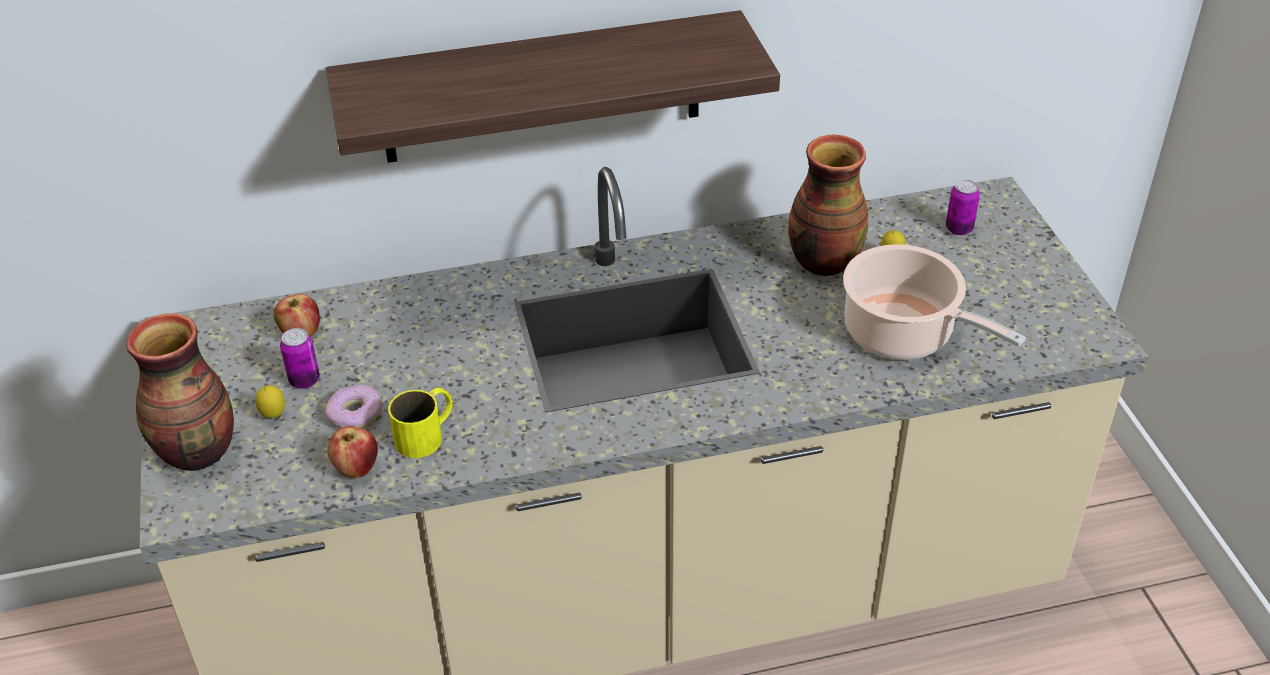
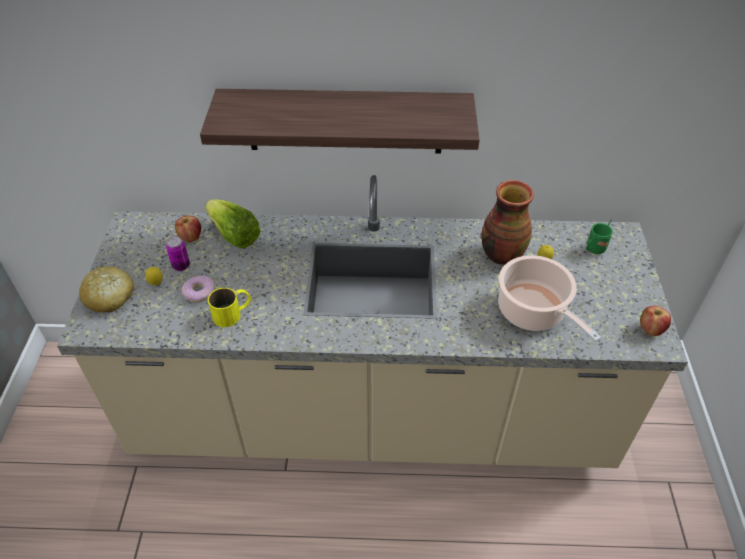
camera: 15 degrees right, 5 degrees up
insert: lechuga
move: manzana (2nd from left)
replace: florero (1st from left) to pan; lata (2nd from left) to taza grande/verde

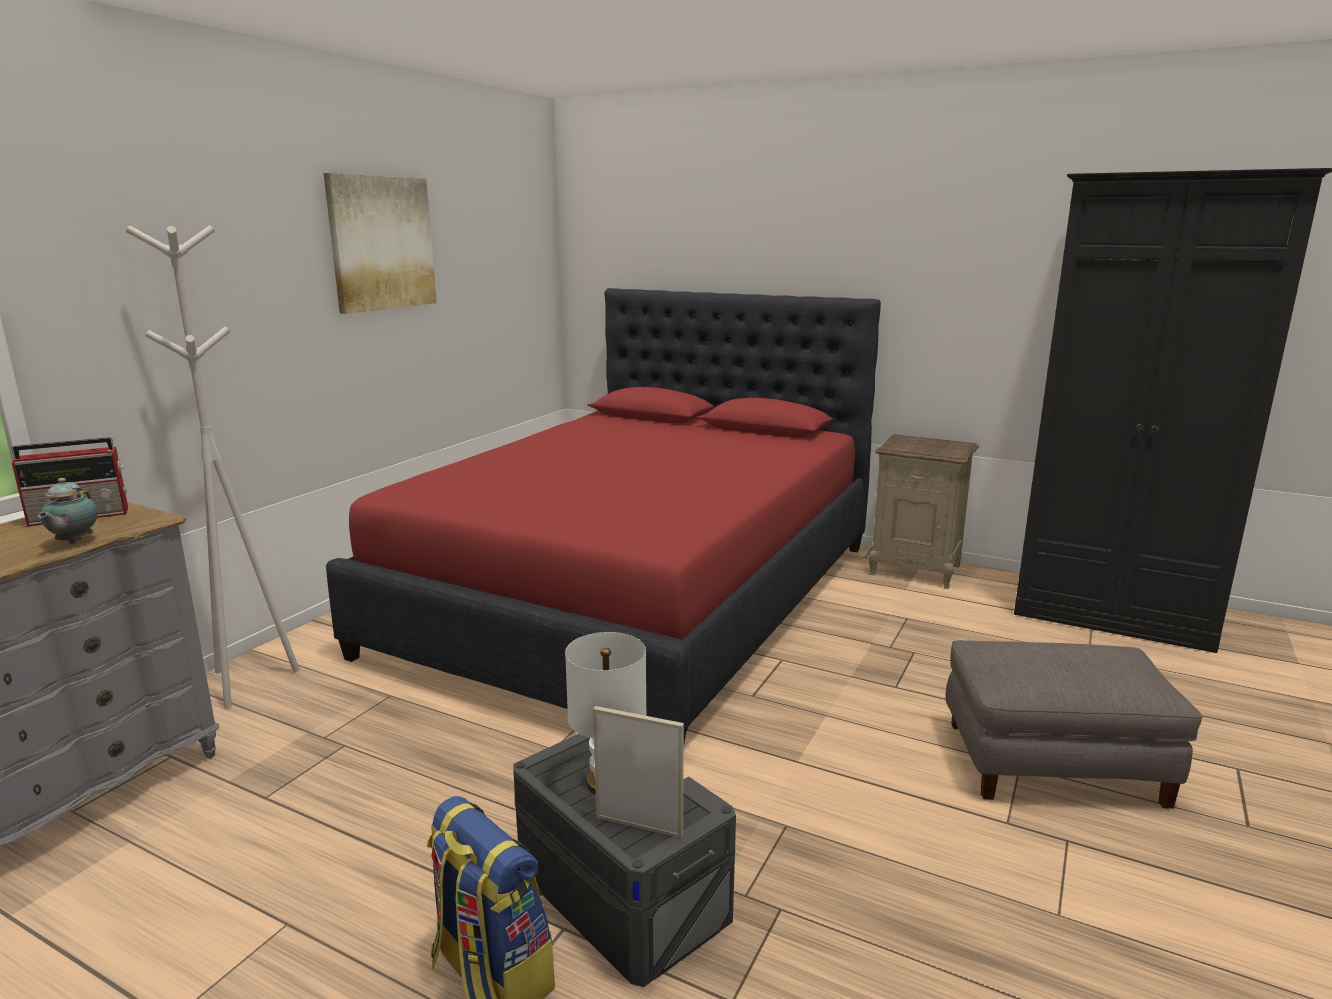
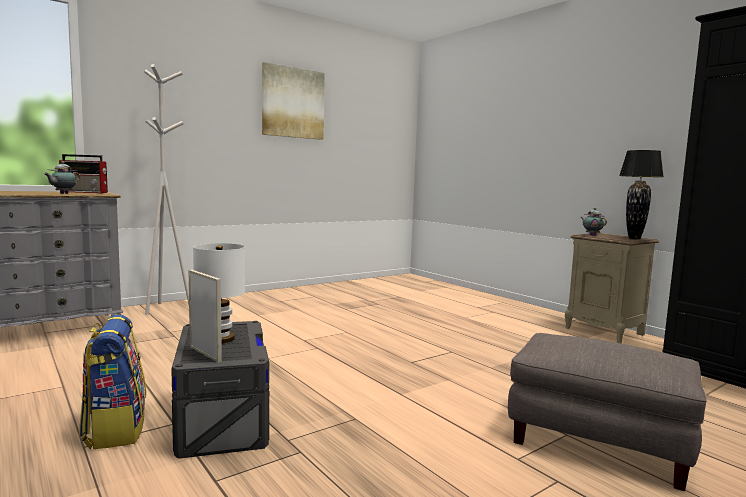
camera: 25 degrees right, 10 degrees down
delete: cama/rojo
insert: tetera (2nd from left); lámpara de mesa/negro

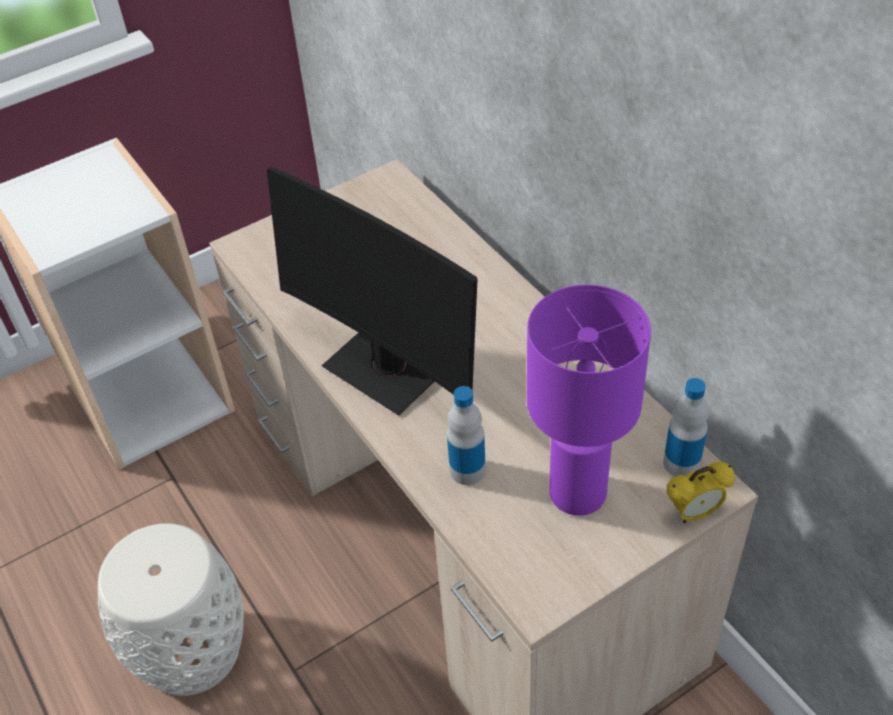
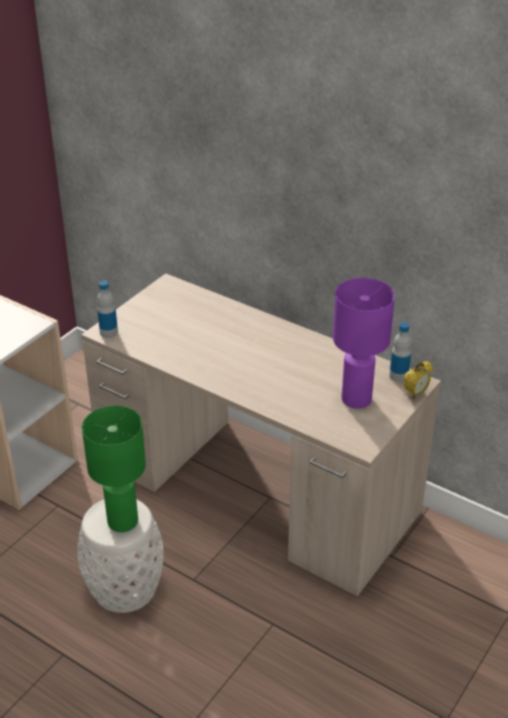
camera: 25 degrees left, 10 degrees down
delete: monitor
insert: lámpara de mesa/verde
move: botella (1st from left)

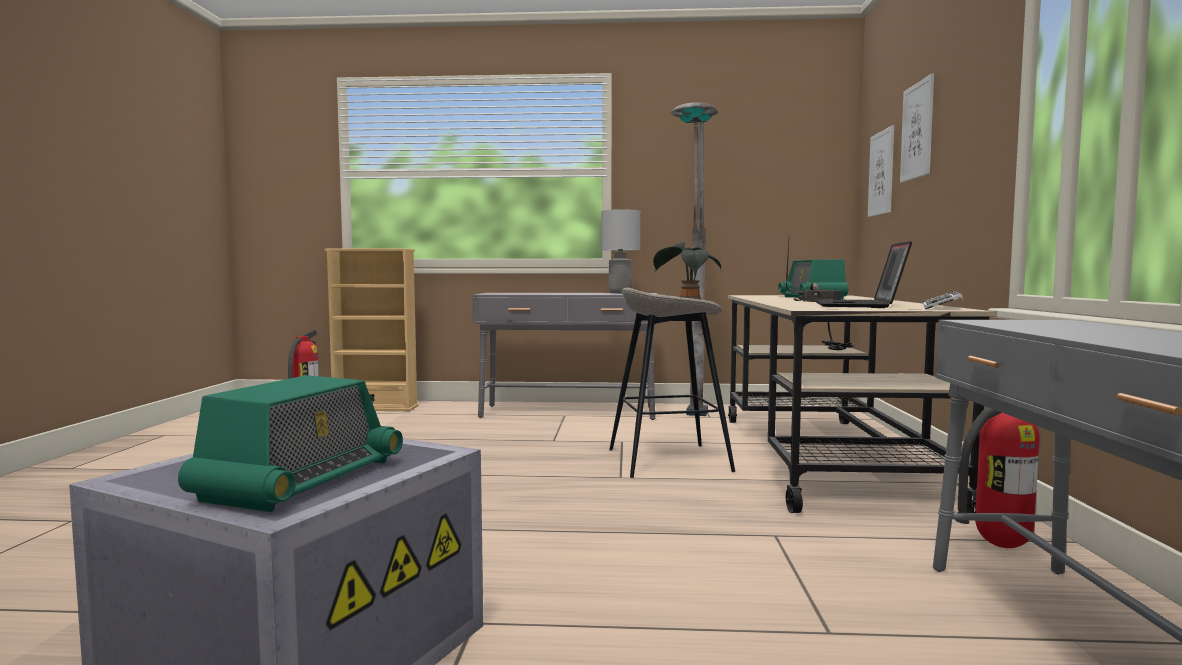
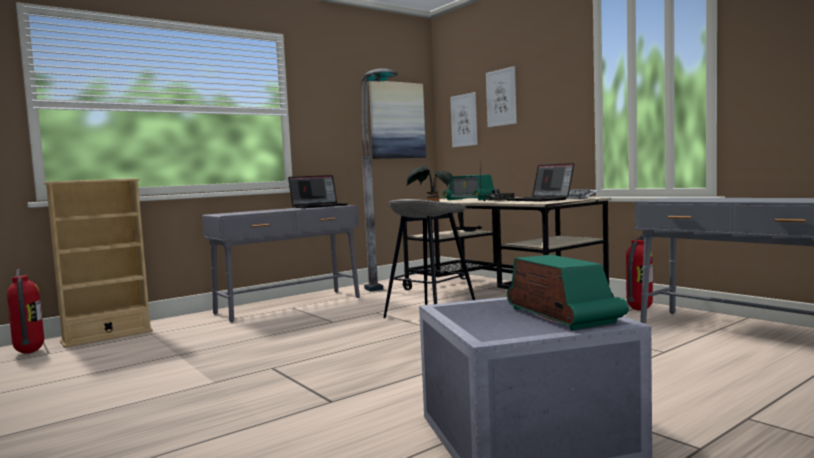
camera: 40 degrees left, 0 degrees up
insert: cuadro (1st from left)
replace: lámpara de mesa/gris to portátil (1st from left)

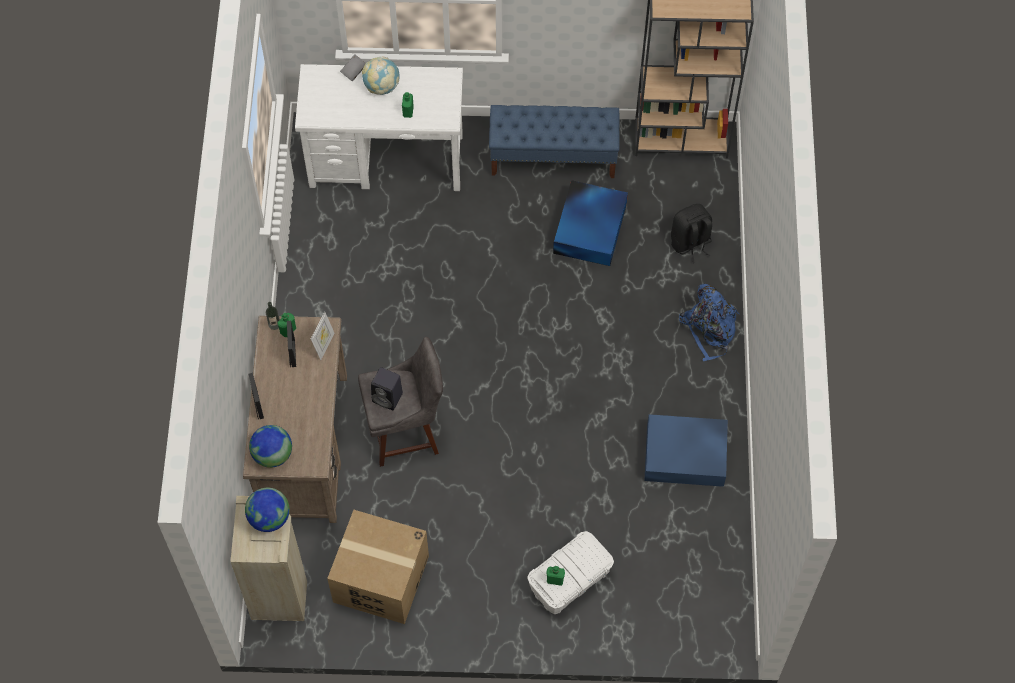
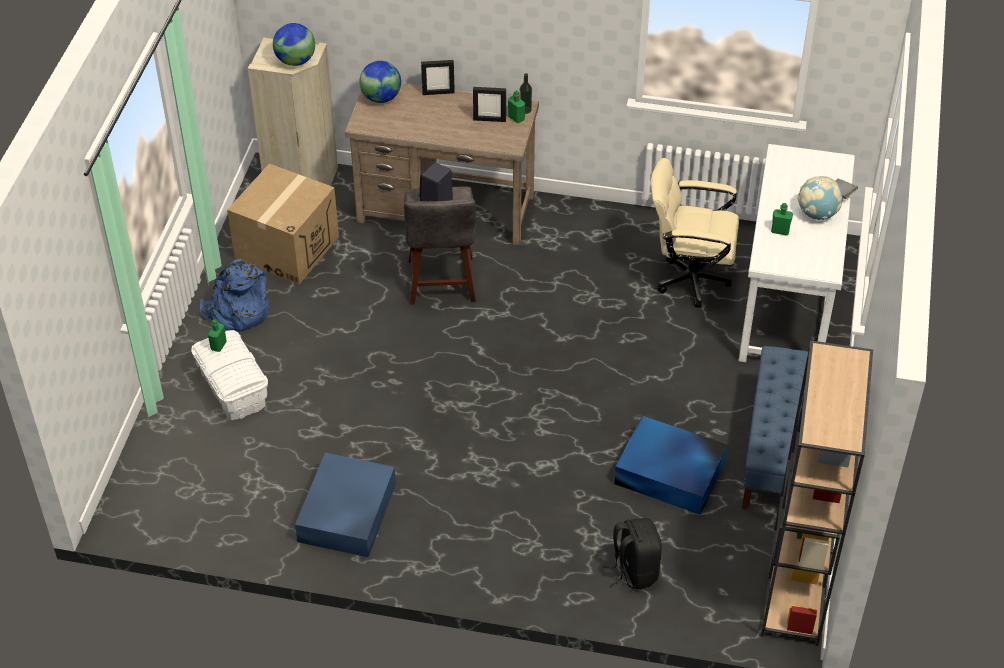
camera: 100 degrees right, 15 degrees down
delete: portarretratos (3rd from left)
insert: silla de oficina/beis
move: mochila/azul

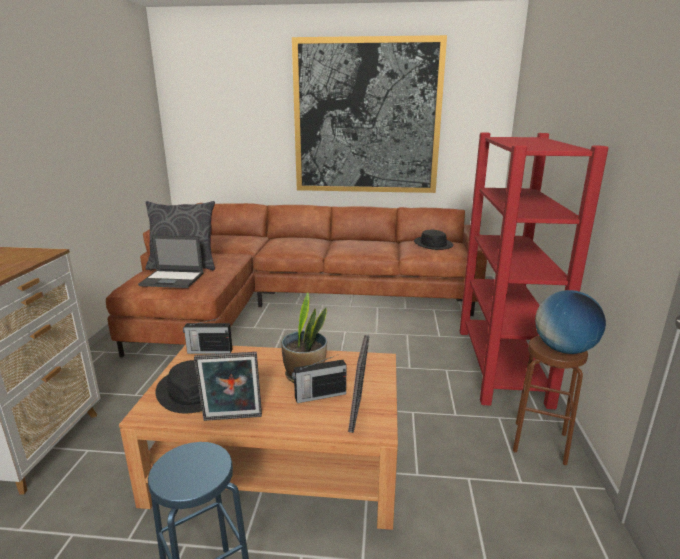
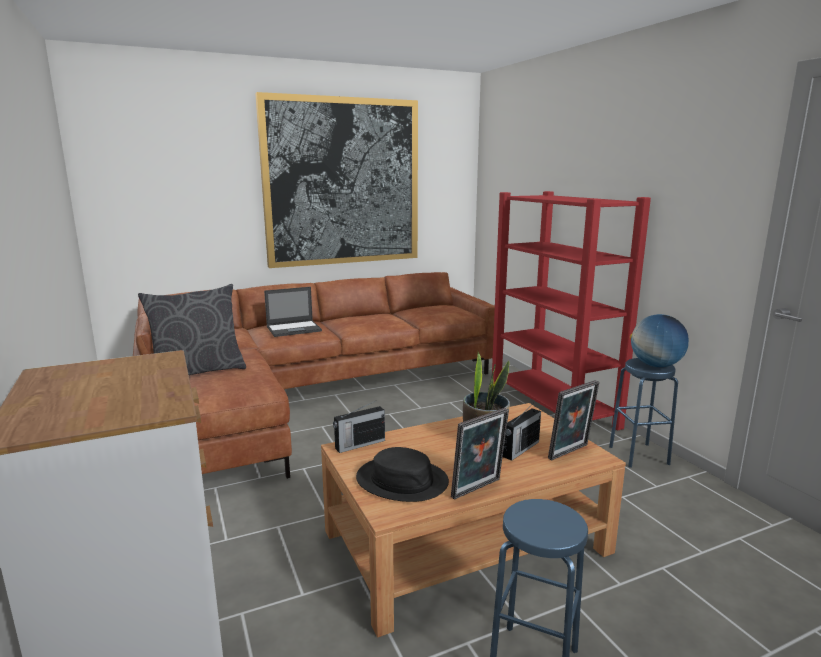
camera: 30 degrees left, 5 degrees down
delete: sombrero/negro (2nd from left)
move: portátil
recolor: taburete/marrón to taburete/azul (2nd from left)
rotate: portarretratos (2nd from left) 75 degrees clockwise

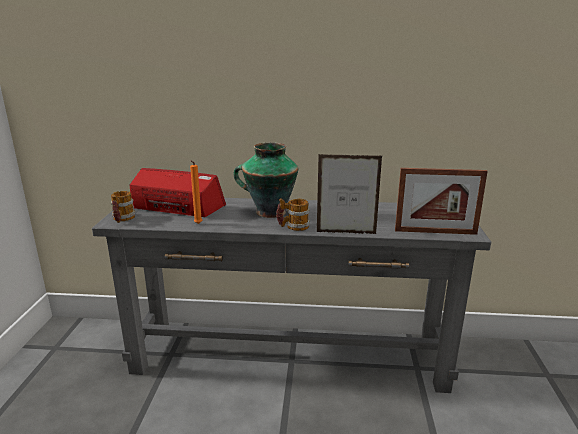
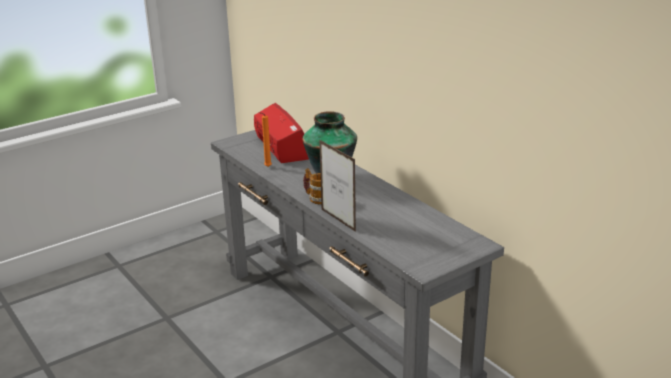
camera: 50 degrees right, 5 degrees up
delete: taza grande (1st from left); portarretratos (2nd from left)

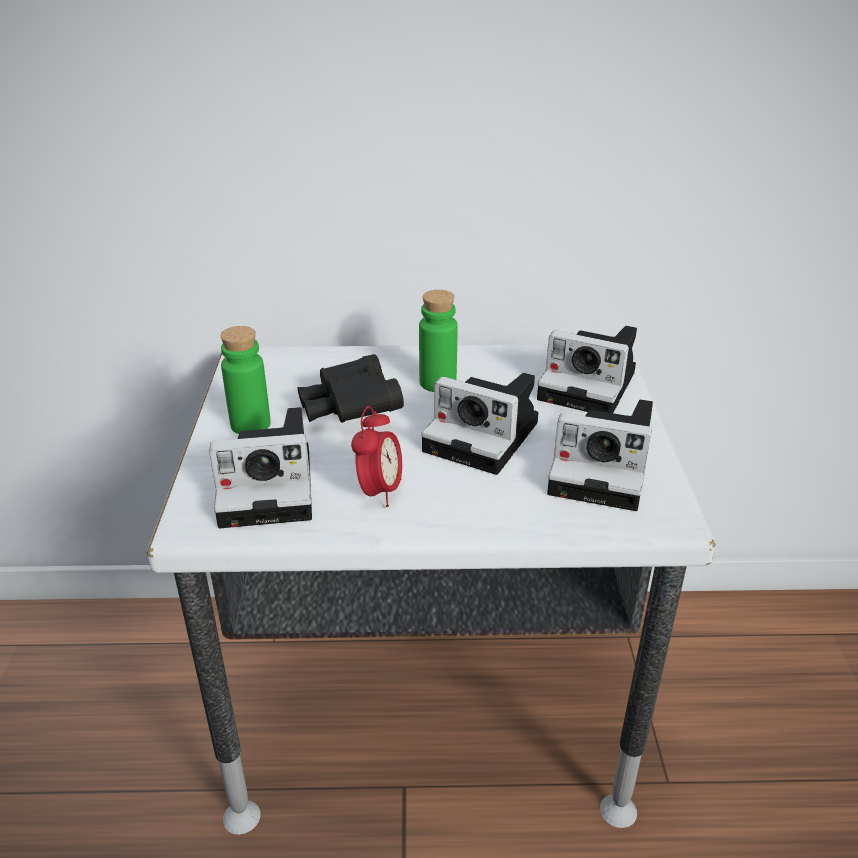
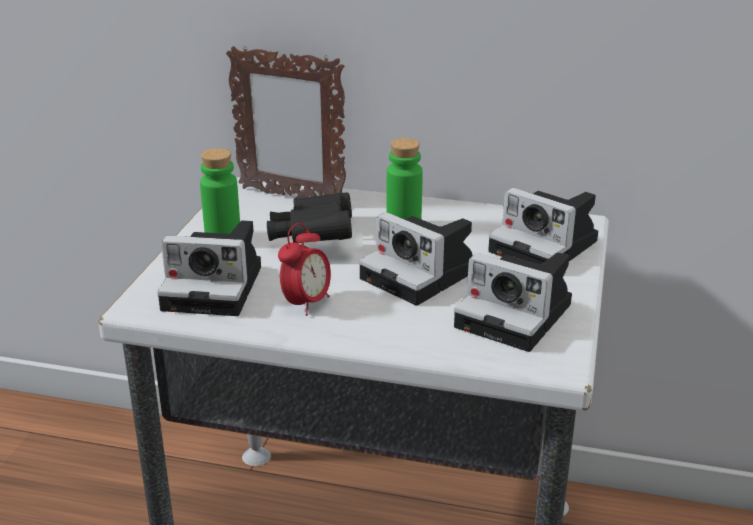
camera: 15 degrees right, 5 degrees down
insert: portarretratos

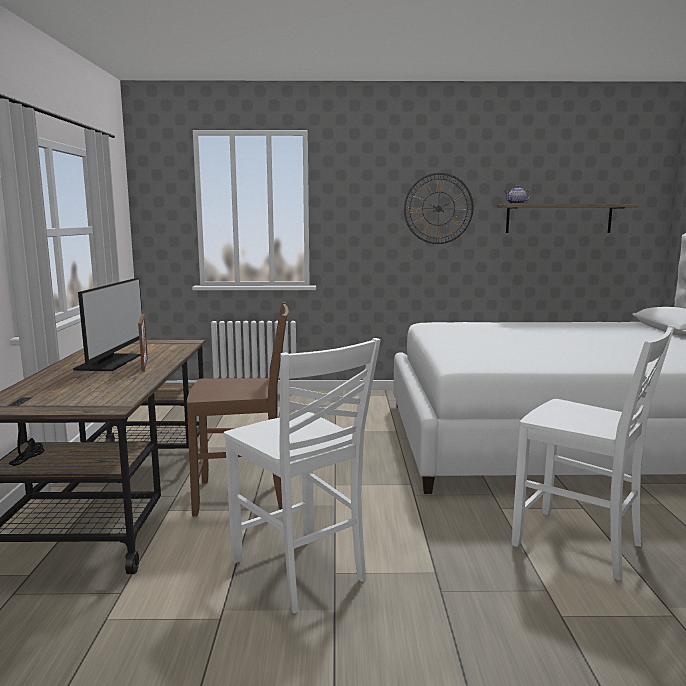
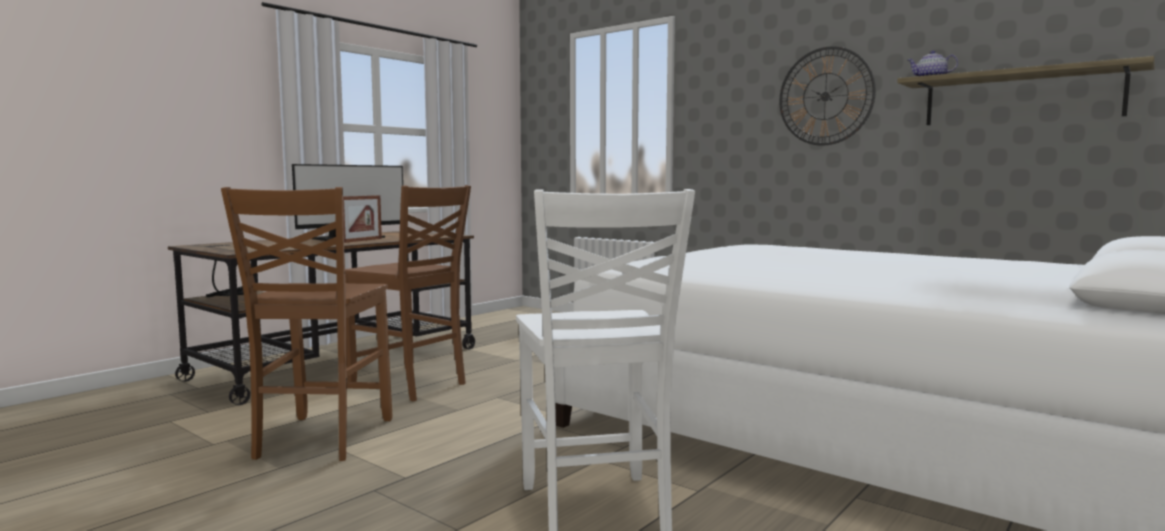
camera: 40 degrees right, 5 degrees down
recolor: silla/blanco (1st from left) to silla/marrón (1st from left)

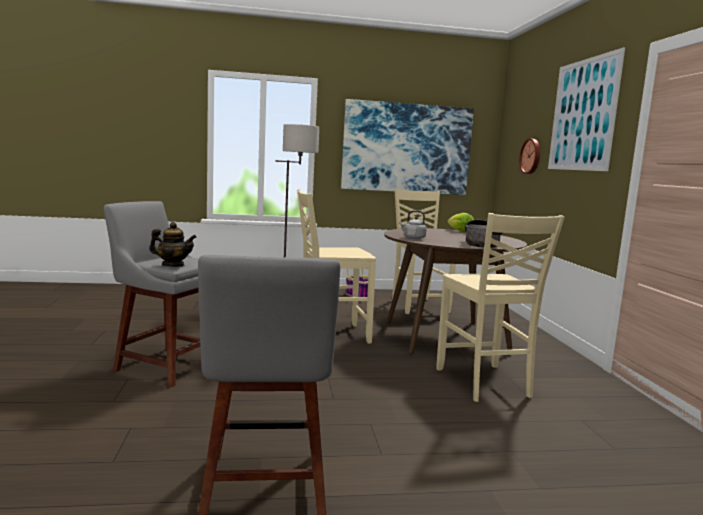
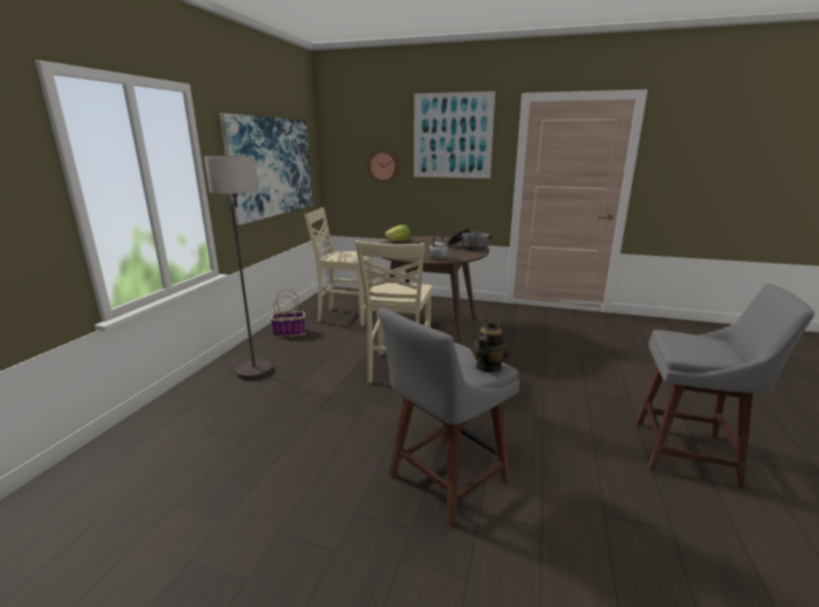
camera: 65 degrees left, 10 degrees up
delete: silla/beis (3rd from left)

